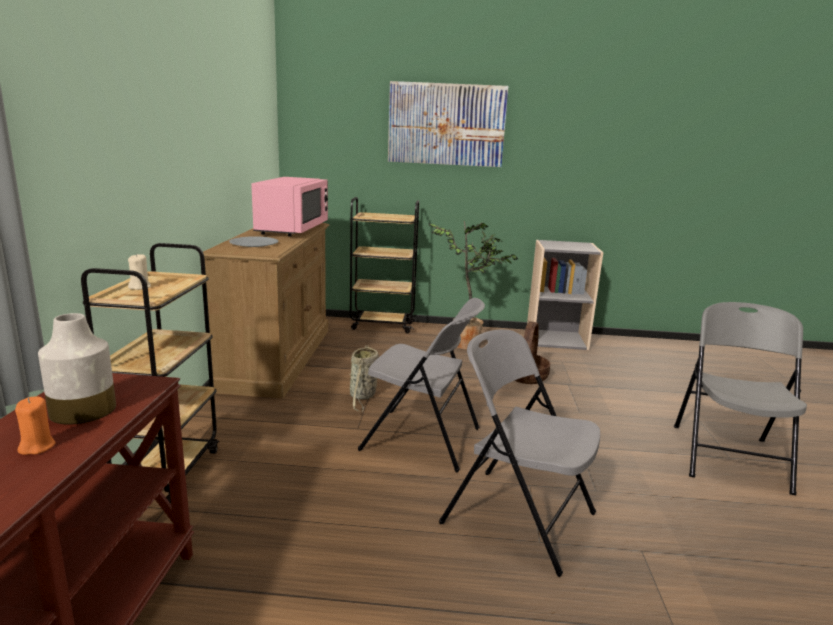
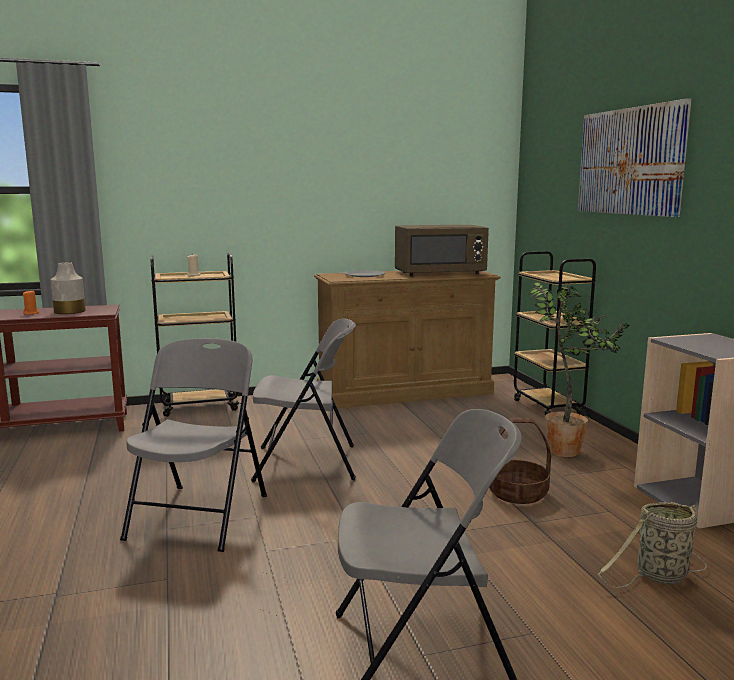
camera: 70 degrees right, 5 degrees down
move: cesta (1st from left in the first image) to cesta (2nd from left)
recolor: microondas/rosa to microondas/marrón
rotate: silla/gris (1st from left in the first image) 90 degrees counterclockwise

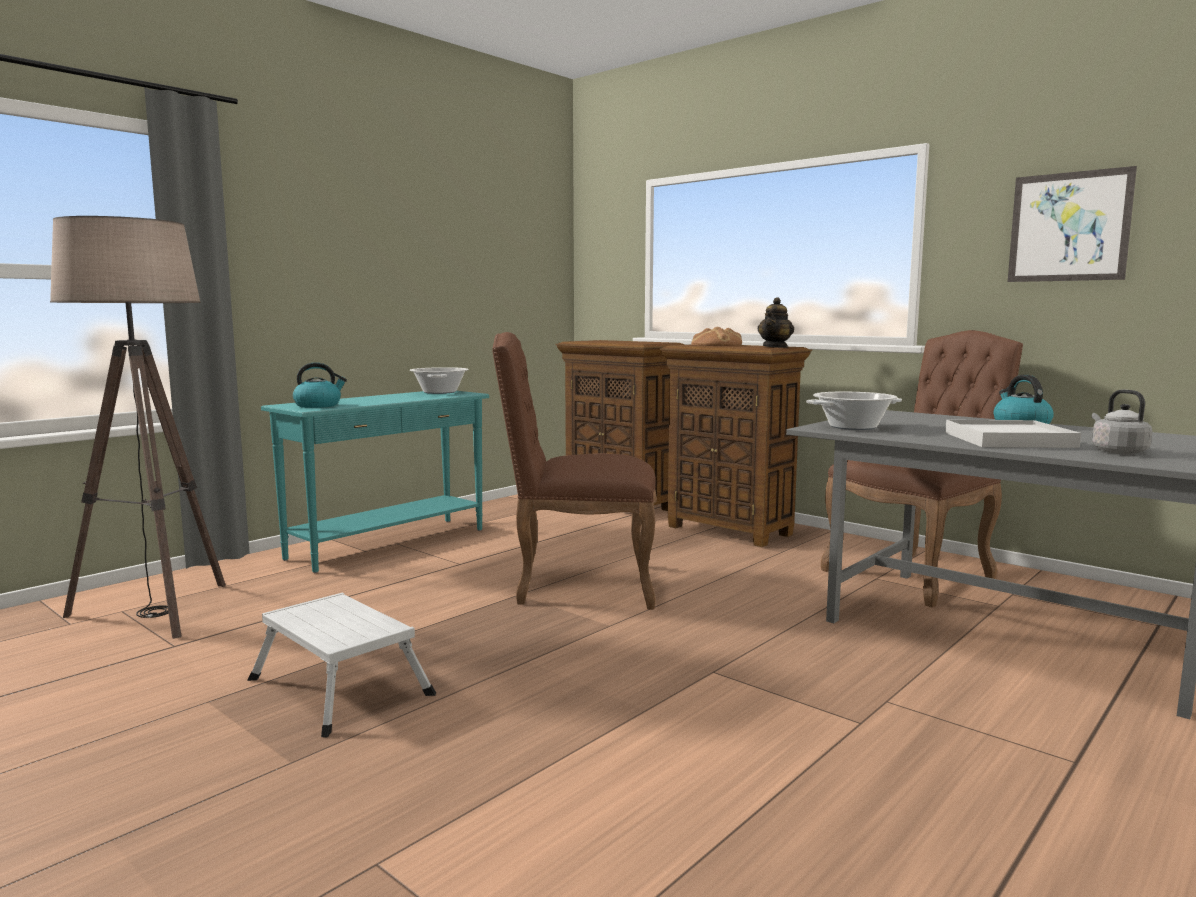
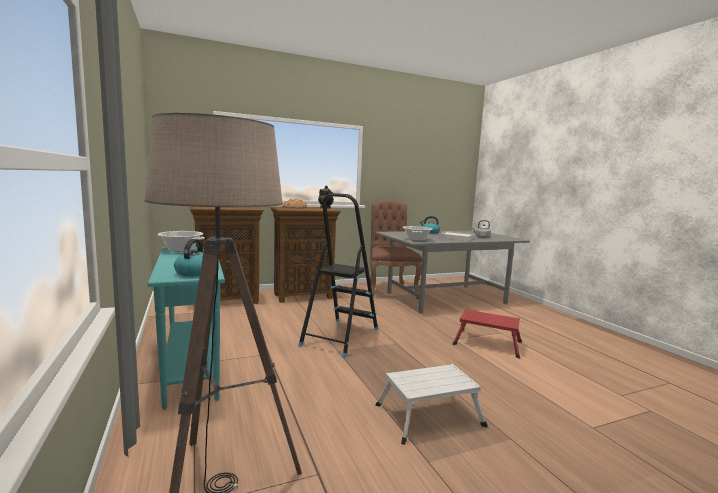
camera: 65 degrees left, 0 degrees up
delete: cuadro
insert: escalera de tijera/rojo
replace: silla/marrón (1st from left) to escalera de tijera/negro

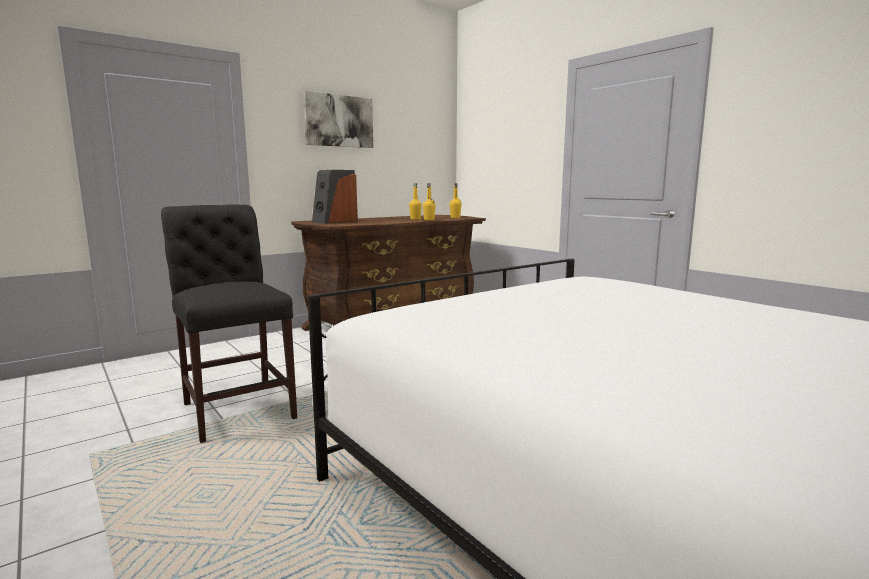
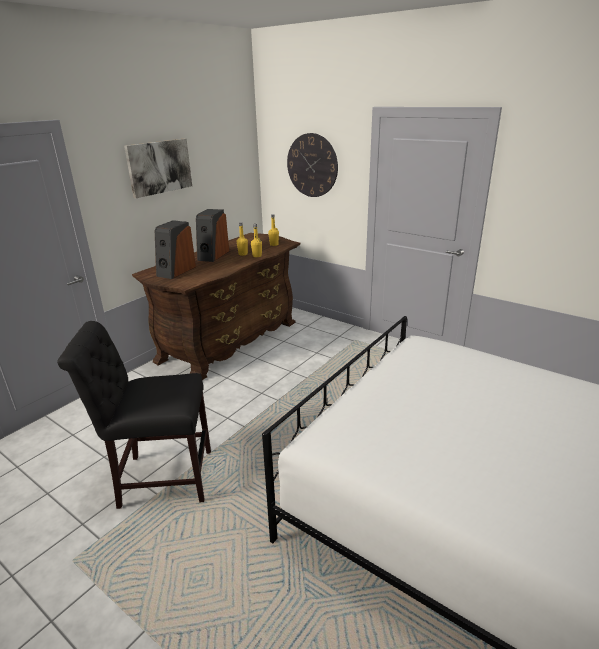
camera: 15 degrees left, 15 degrees up
insert: altavoz (2nd from left); reloj de pared
rotate: silla/negro 45 degrees counterclockwise

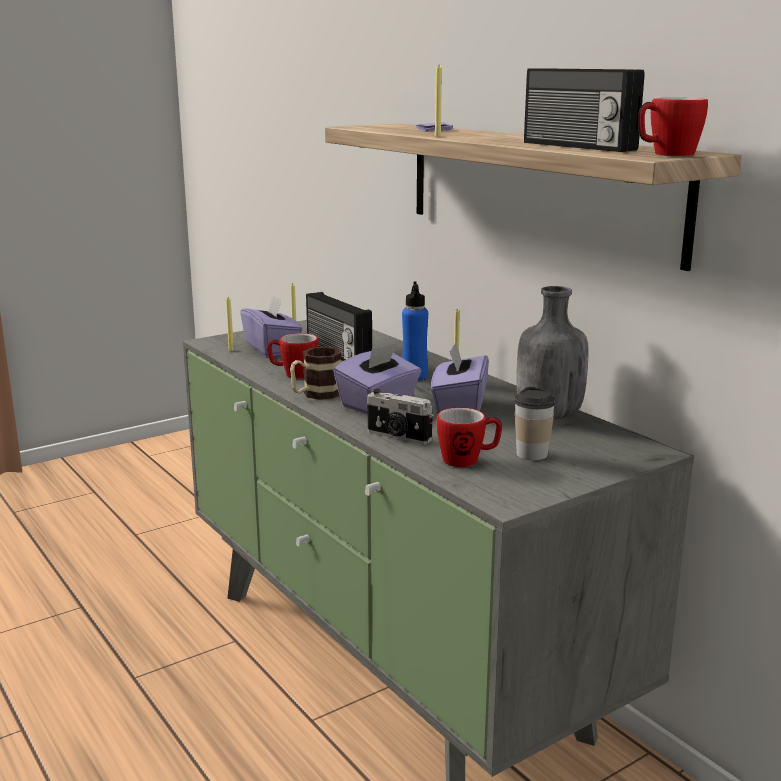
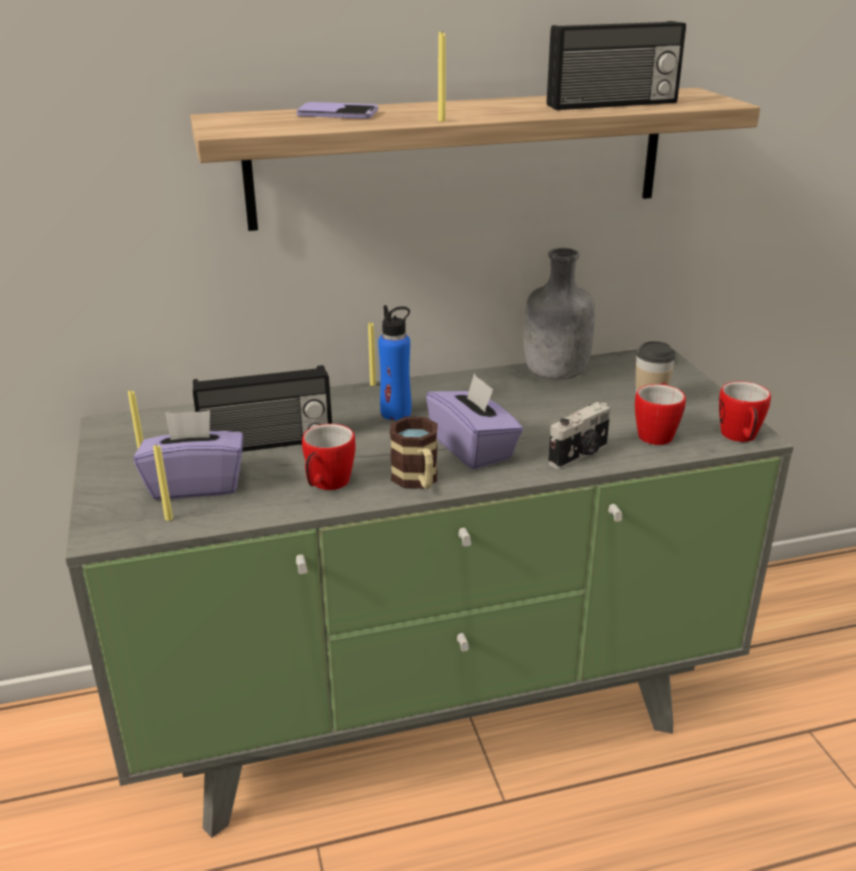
camera: 70 degrees left, 10 degrees up
delete: caja de pañuelos/morado (3rd from left)
move: taza grande (4th from left)

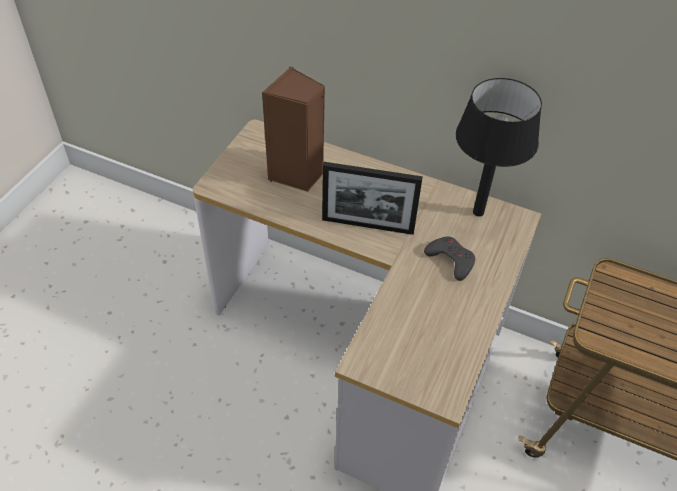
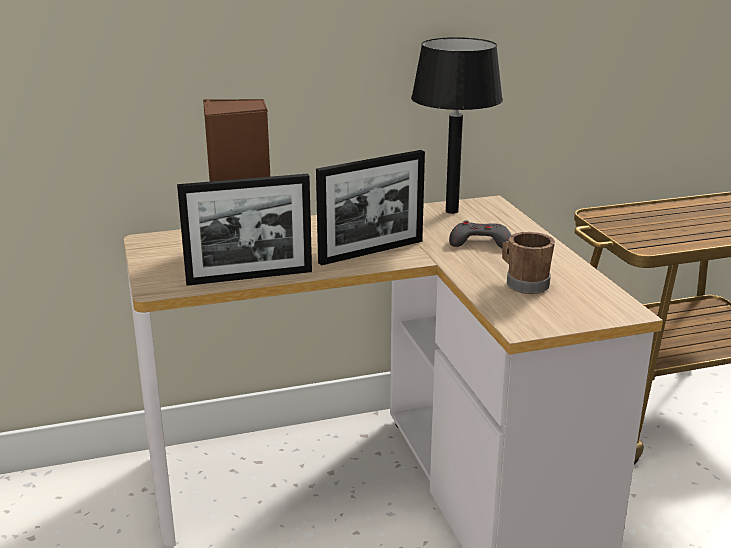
camera: 40 degrees left, 25 degrees down
insert: portarretratos (1st from left); taza grande/marrón

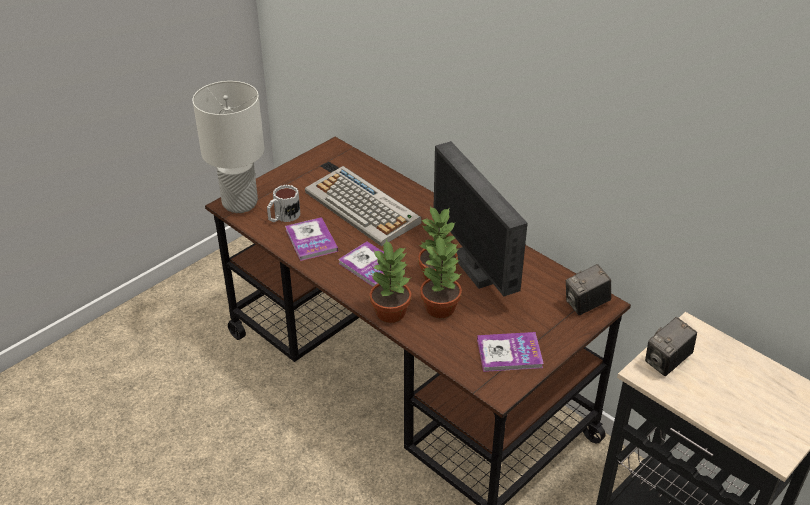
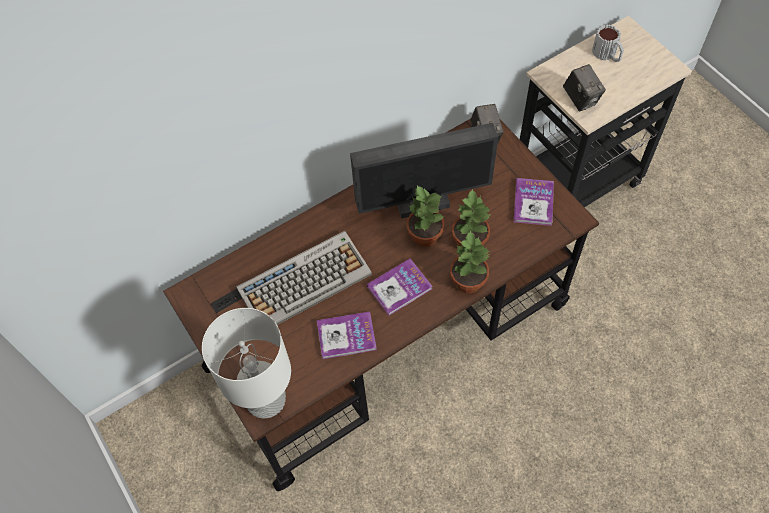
camera: 75 degrees left, 20 degrees up
move: taza grande

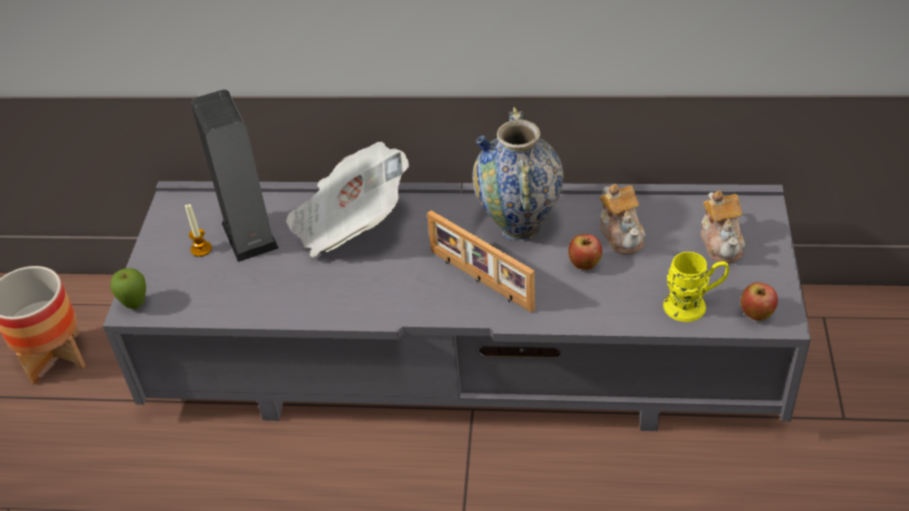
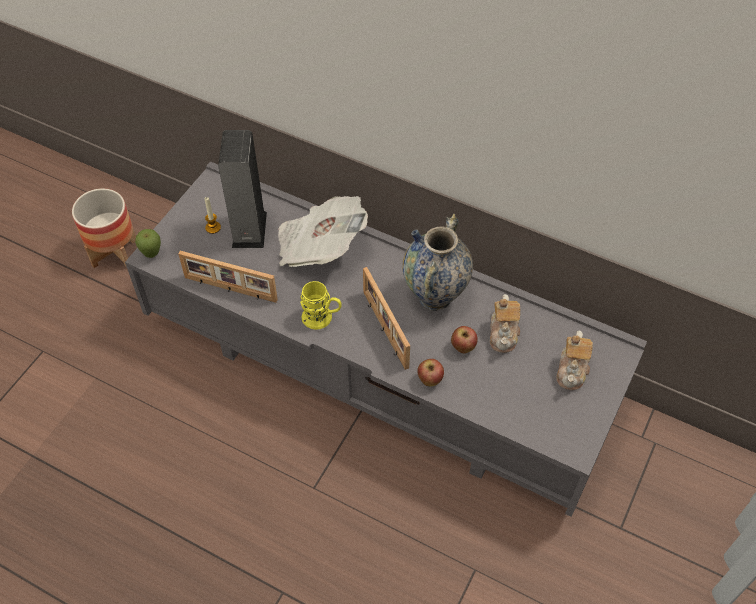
camera: 20 degrees right, 10 degrees up
insert: portarretratos (1st from left)
move: taza grande/amarillo; manzana (3rd from left in the first image) to manzana (2nd from left)

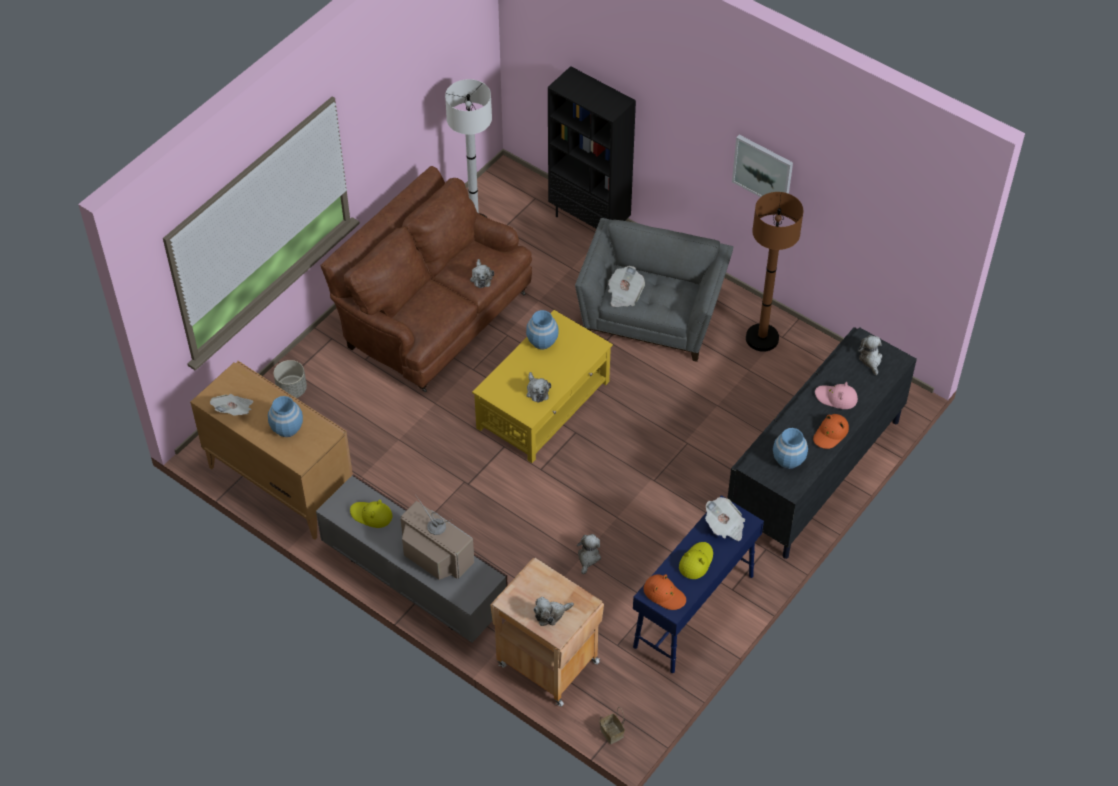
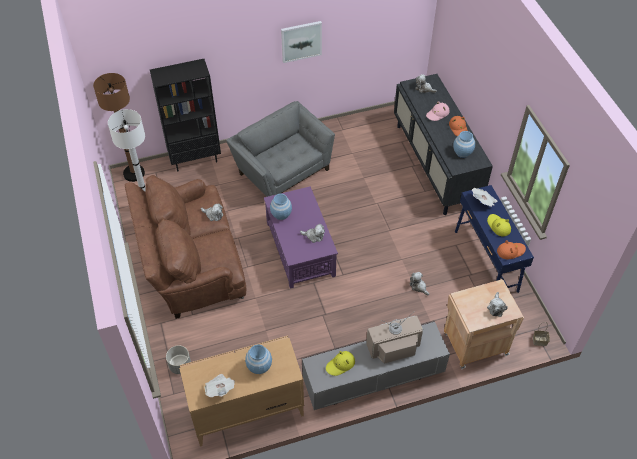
camera: 55 degrees left, 0 degrees up
delete: periódico (2nd from left)
move: lámpara de pie/marrón
recolor: mesa de centro/amarillo to mesa de centro/morado

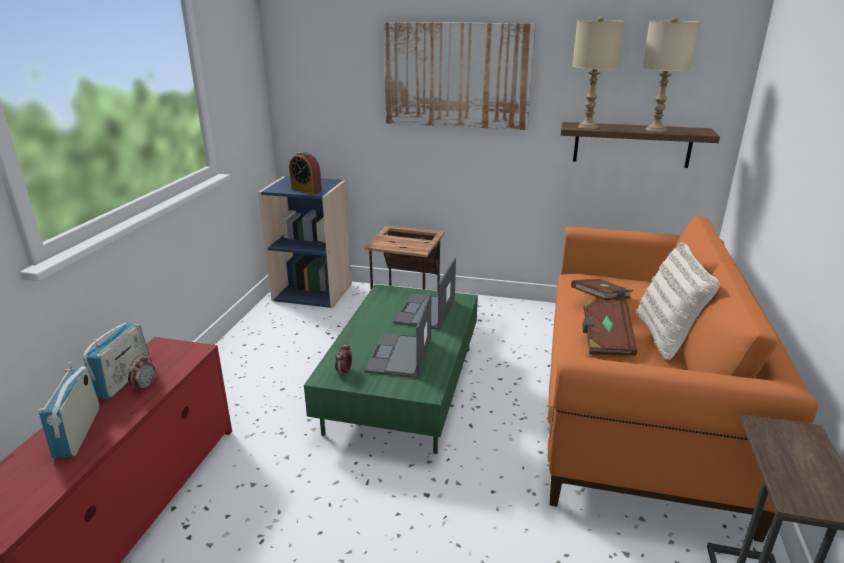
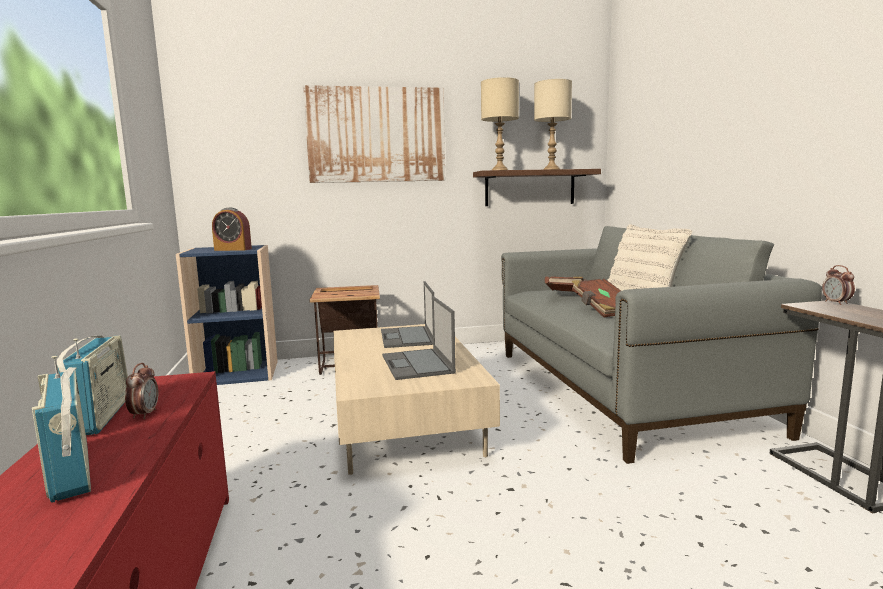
camera: 25 degrees left, 15 degrees down
move: despertador (3rd from left)
recolor: mesa de centro/verde to mesa de centro/beis; sofá/naranja to sofá/gris

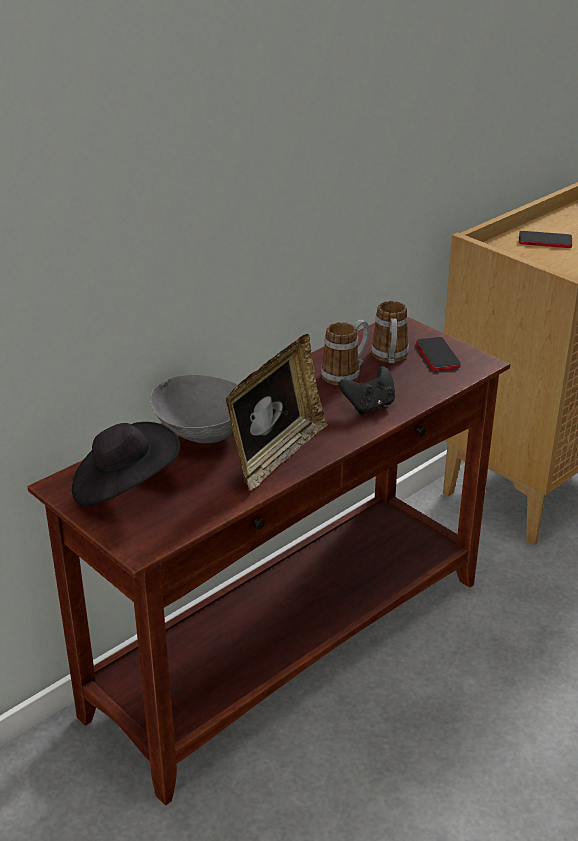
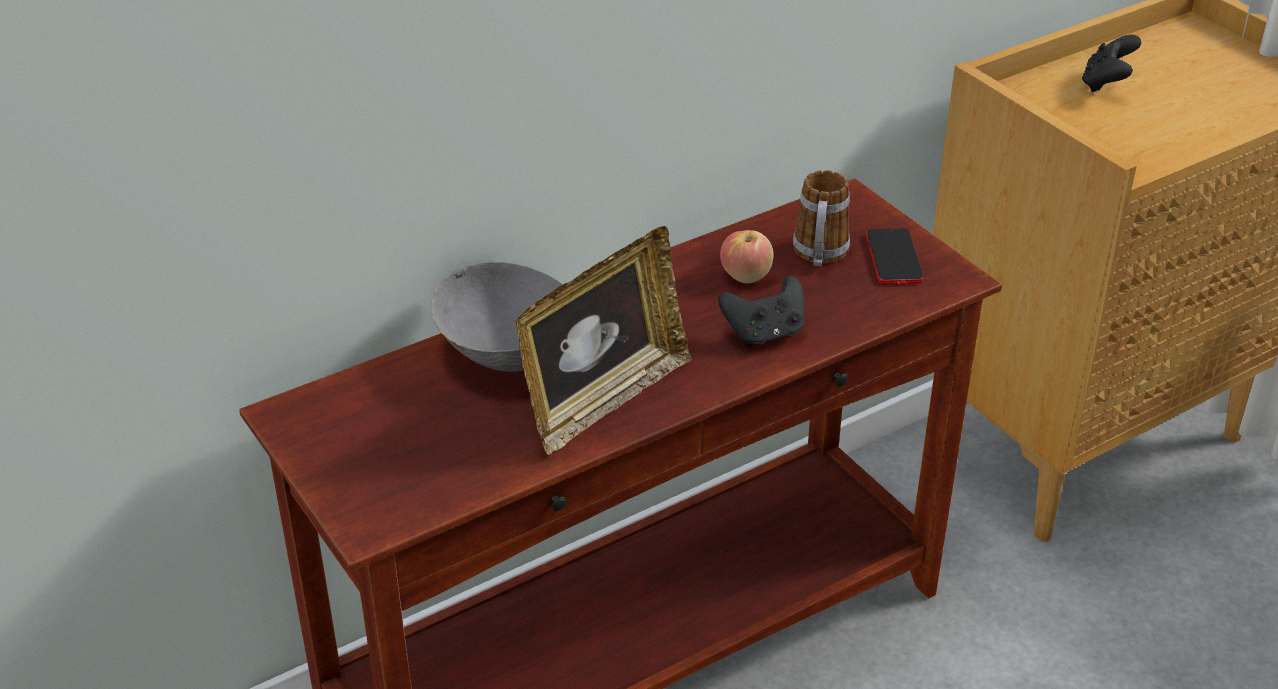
camera: 10 degrees right, 5 degrees up
delete: sombrero/negro
replace: taza grande (1st from left) to manzana; móvil (2nd from left) to mando de consola/negro (2nd from left)

